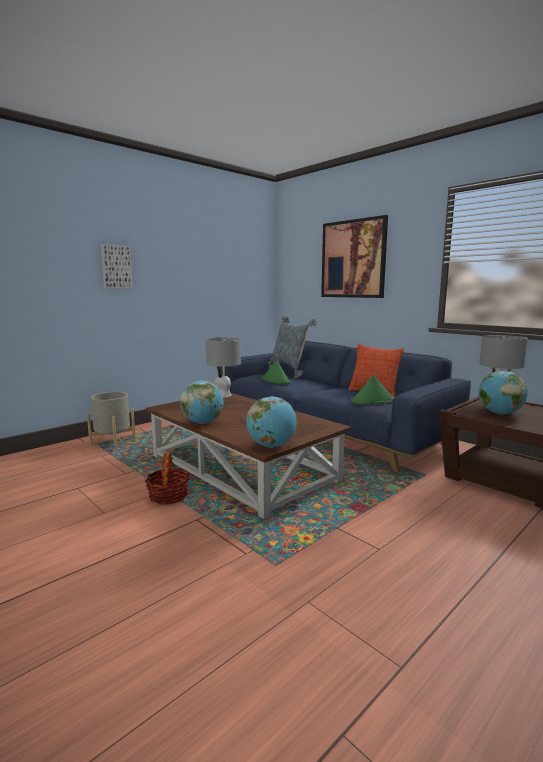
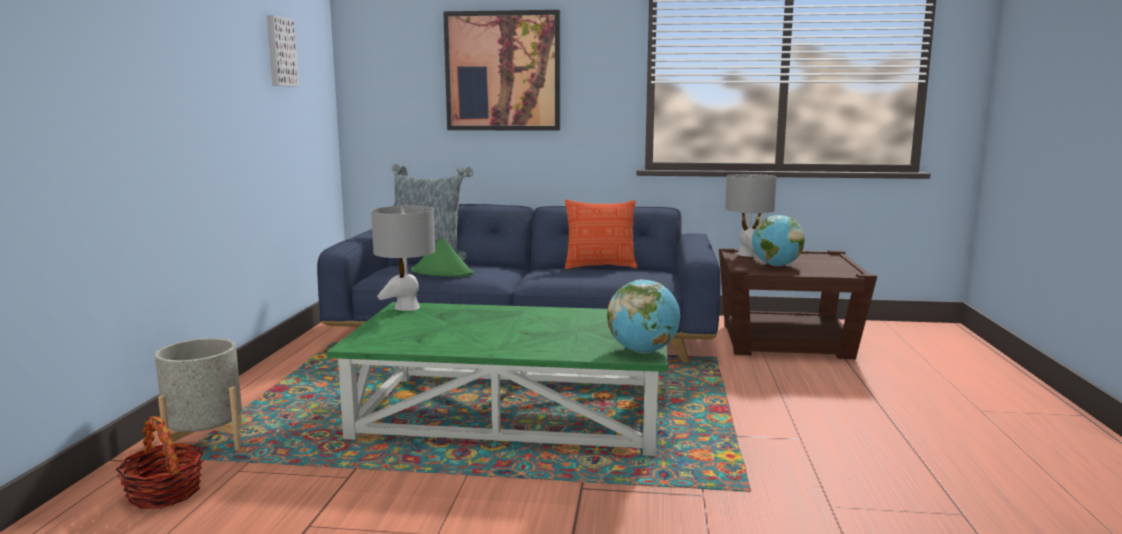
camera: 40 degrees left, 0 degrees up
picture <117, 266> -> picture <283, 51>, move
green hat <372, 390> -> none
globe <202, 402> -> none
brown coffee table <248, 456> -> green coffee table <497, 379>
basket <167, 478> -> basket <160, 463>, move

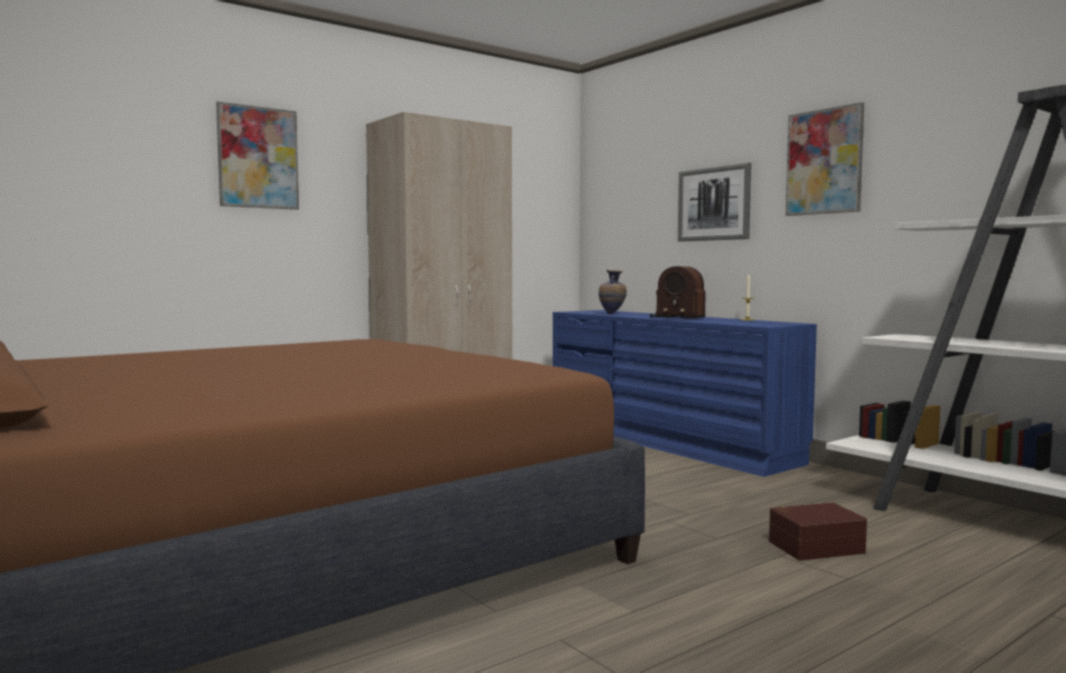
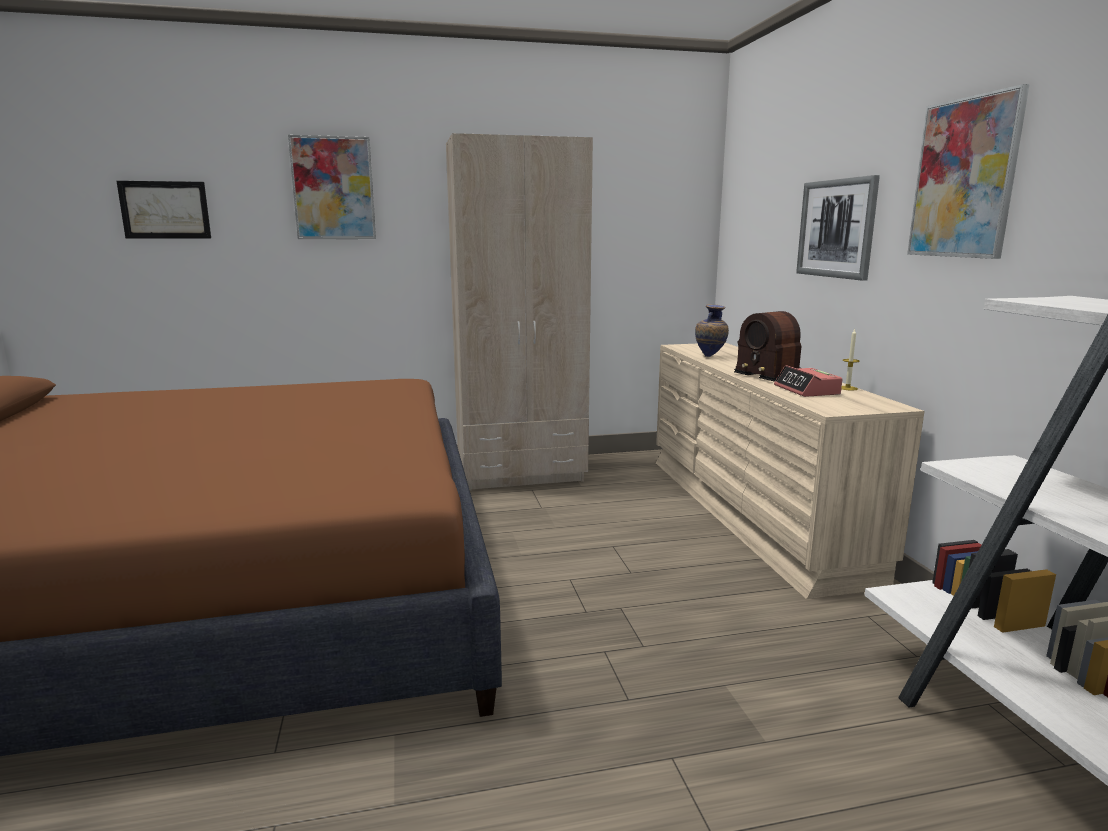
camera: 25 degrees right, 10 degrees up
blue dresser <685, 393> -> beige dresser <790, 471>
brown storage box <818, 531> -> none
none -> picture <164, 210>
none -> alarm clock <808, 381>

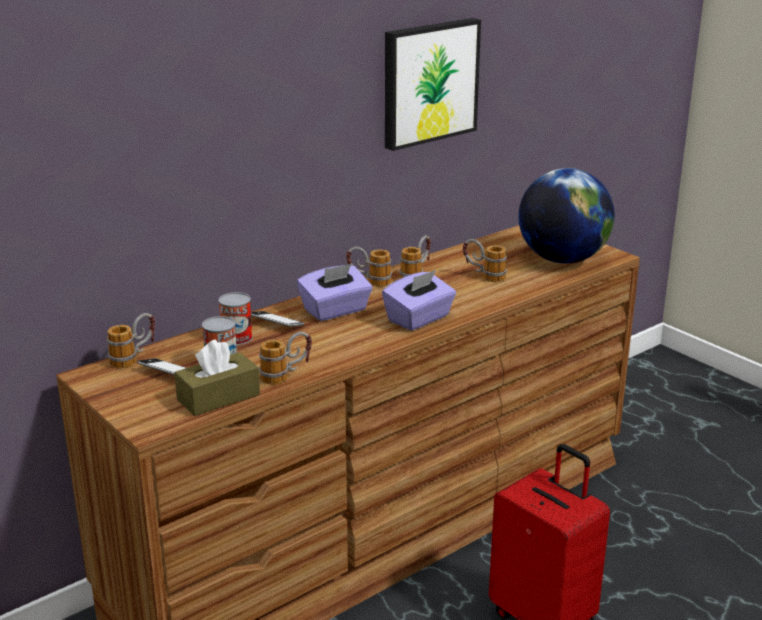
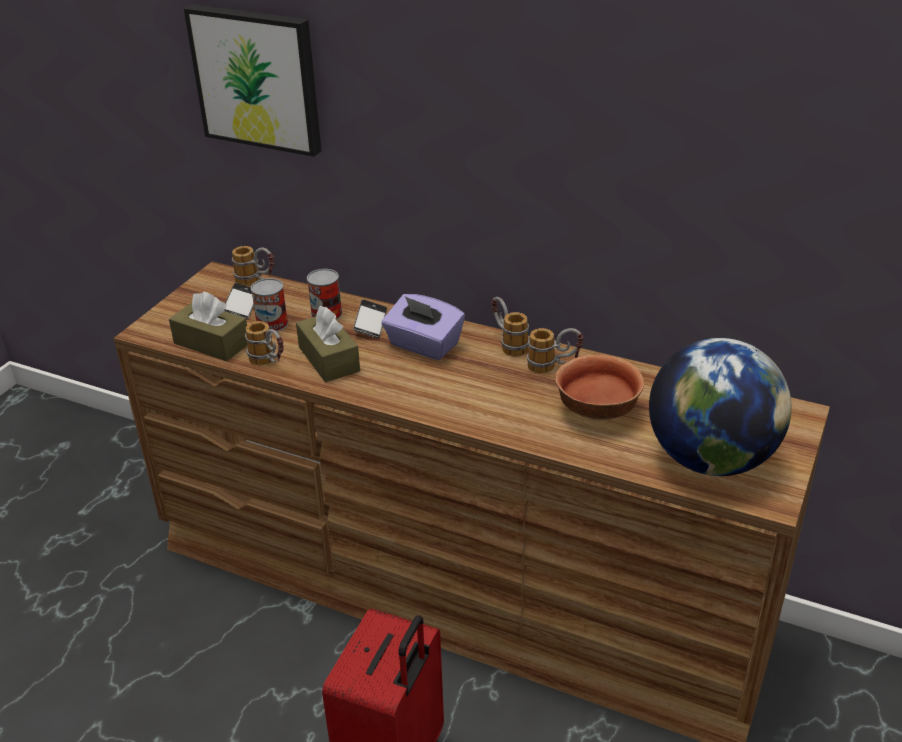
camera: 65 degrees right, 10 degrees up
picture <433, 84> -> picture <253, 80>, move
mug <485, 260> -> bowl <600, 388>
purple tissue box <419, 300> -> none
none -> brown tissue box <328, 344>

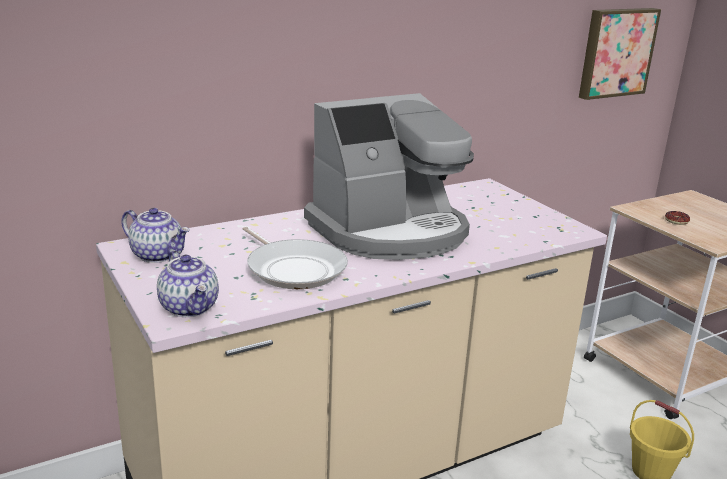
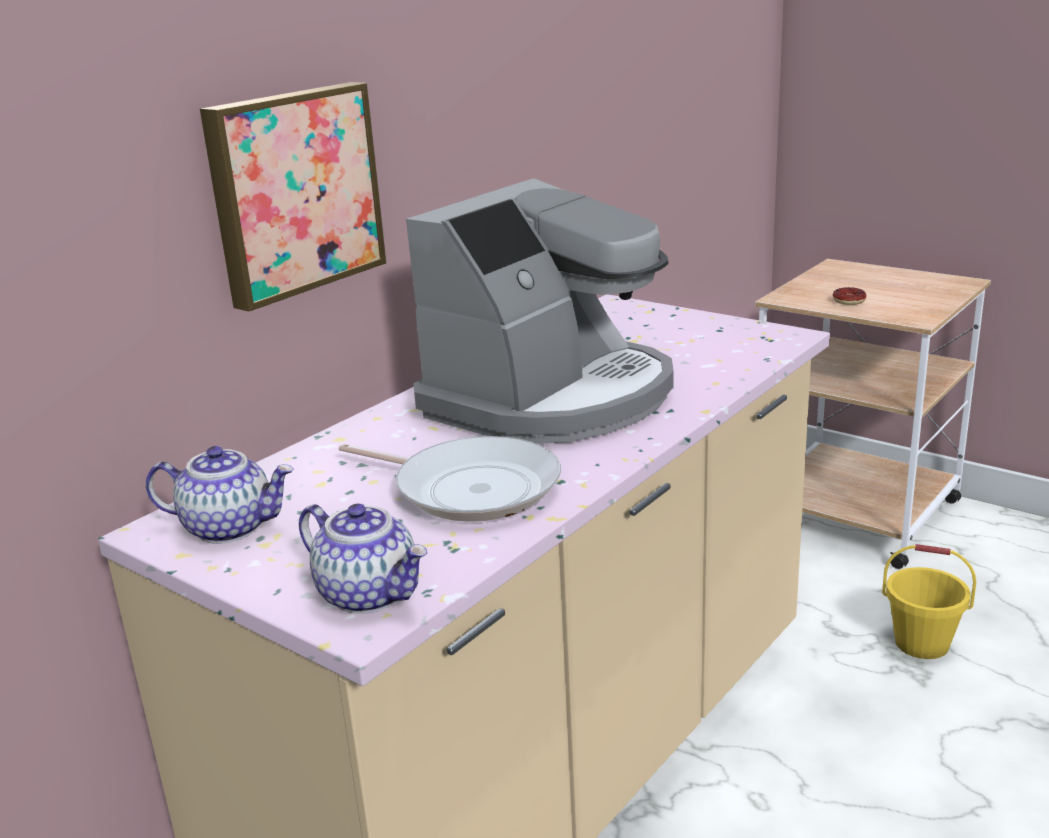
camera: 20 degrees left, 0 degrees up
picture <620, 54> -> picture <293, 197>, move

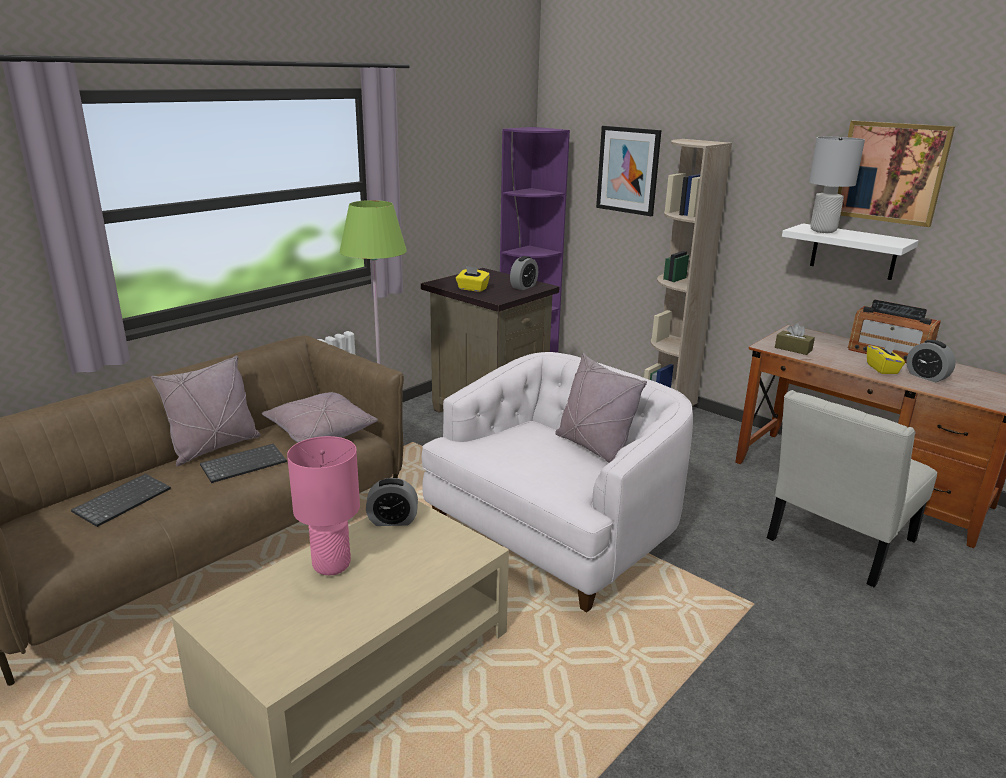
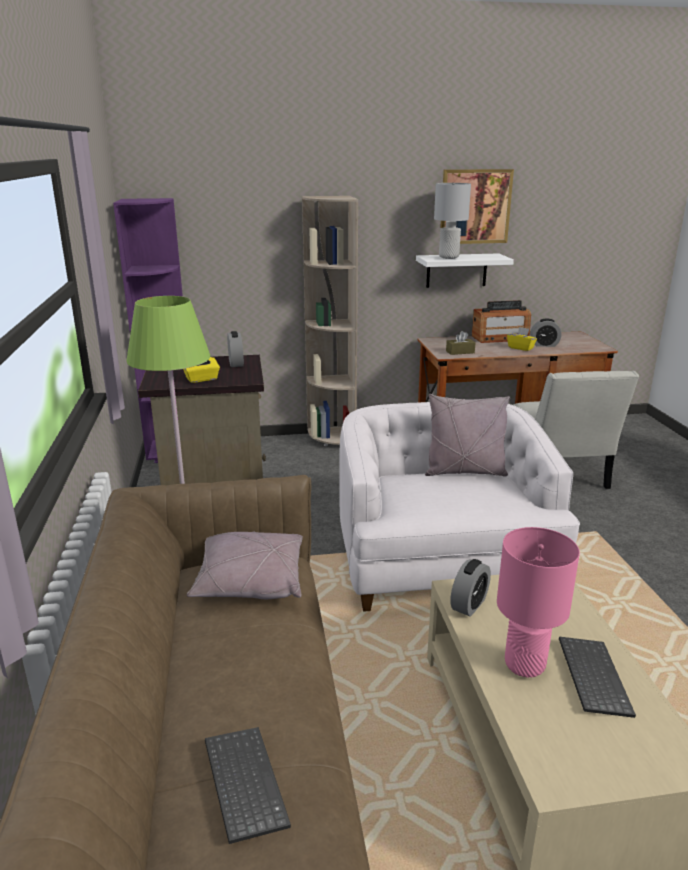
camera: 50 degrees left, 0 degrees up
picture <628, 171> -> none
purple pillow <205, 411> -> none
keyboard <243, 463> -> keyboard <597, 677>, move

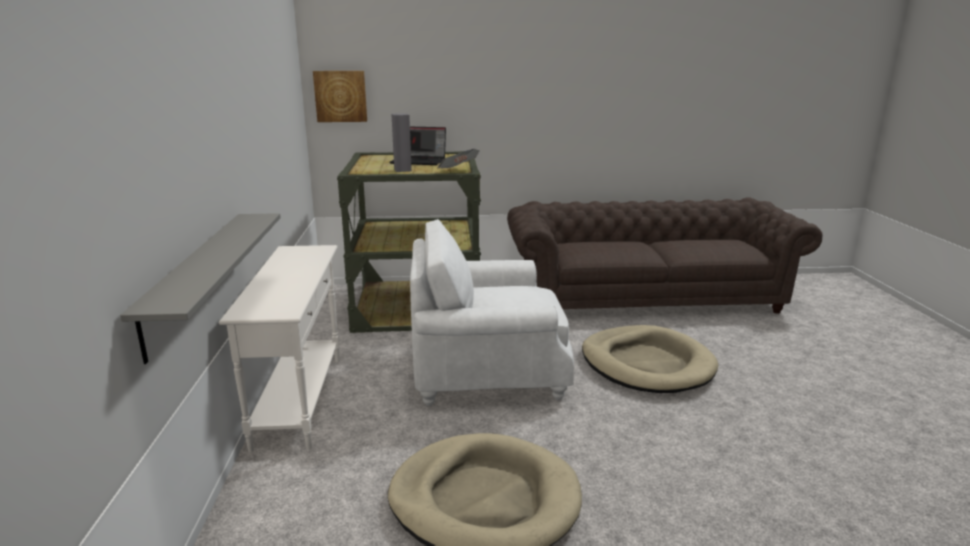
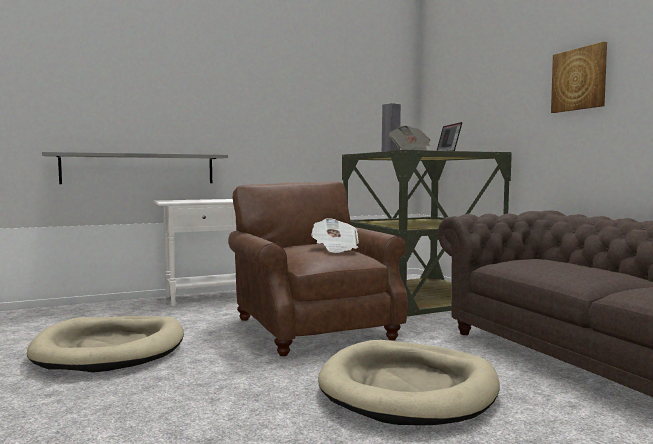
camera: 70 degrees right, 15 degrees down
picture <340, 96> -> picture <579, 77>, move
white armchair <492, 312> -> brown armchair <318, 269>
none -> newspaper <335, 235>

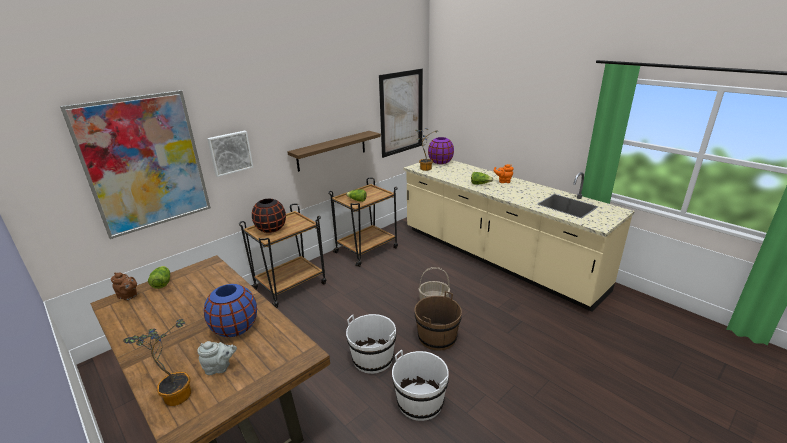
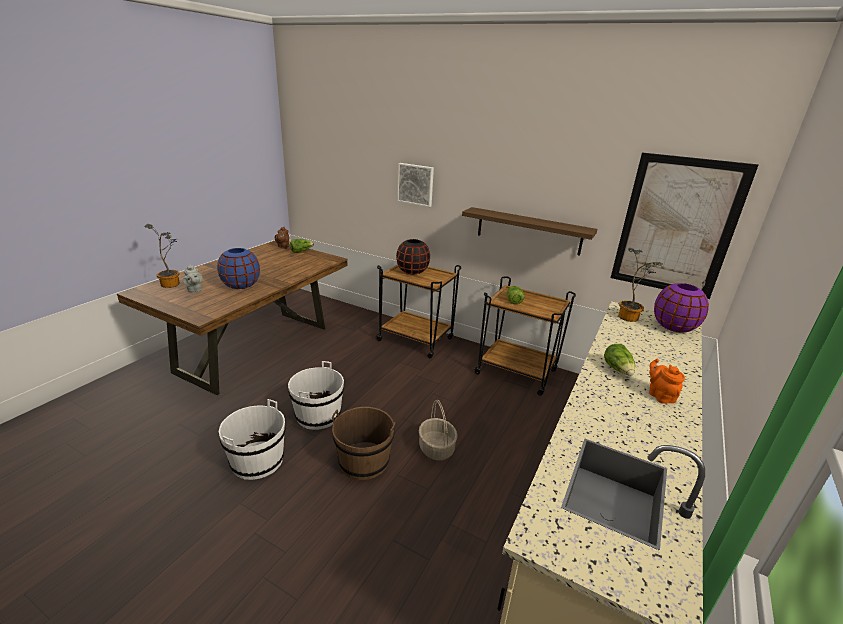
camera: 70 degrees right, 0 degrees up
picture <135, 164> -> none

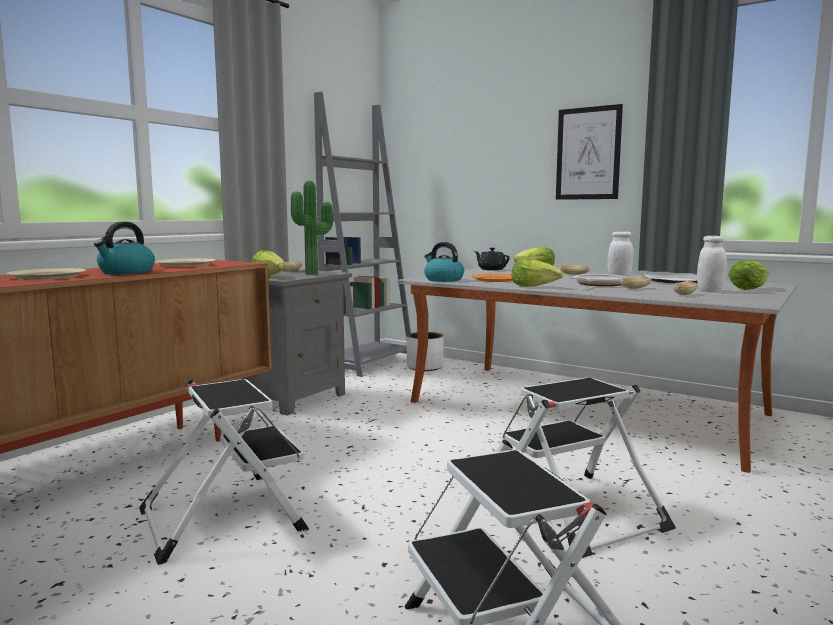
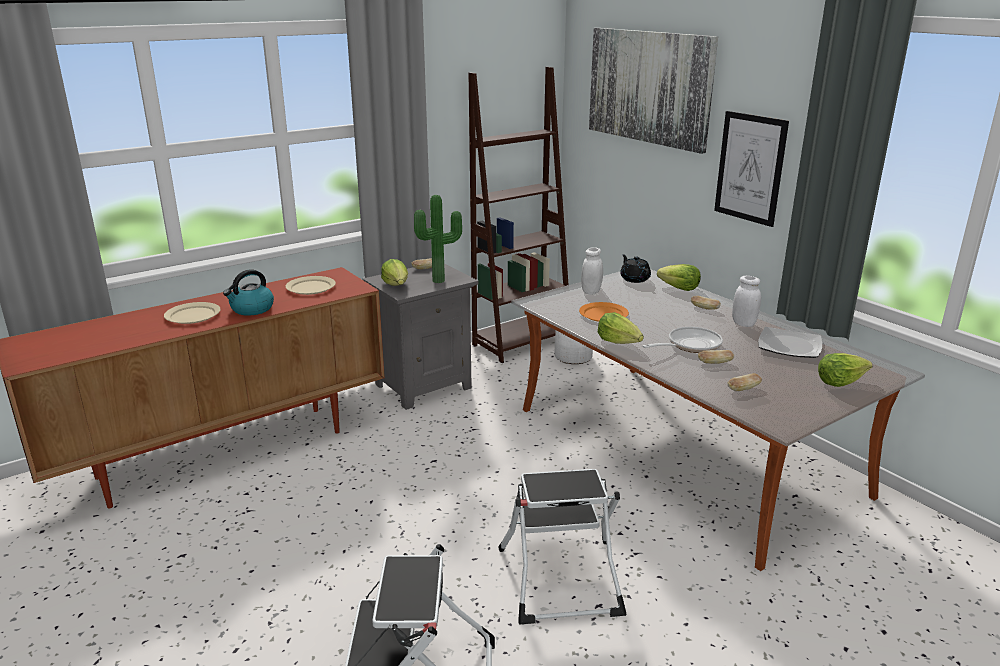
camera: 20 degrees right, 15 degrees up
grey bookcase <362, 234> -> brown bookcase <519, 215>
white jar <712, 264> -> white jar <592, 271>, move
kettle <444, 262> -> none
step ladder <224, 472> -> none
none -> picture <653, 91>

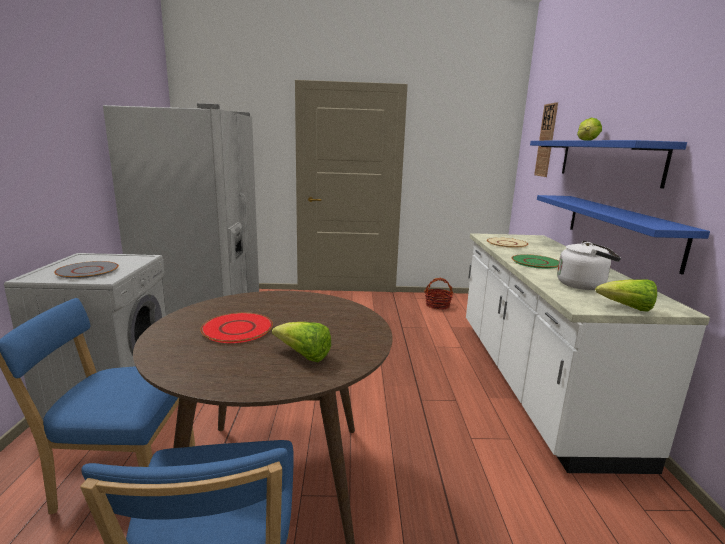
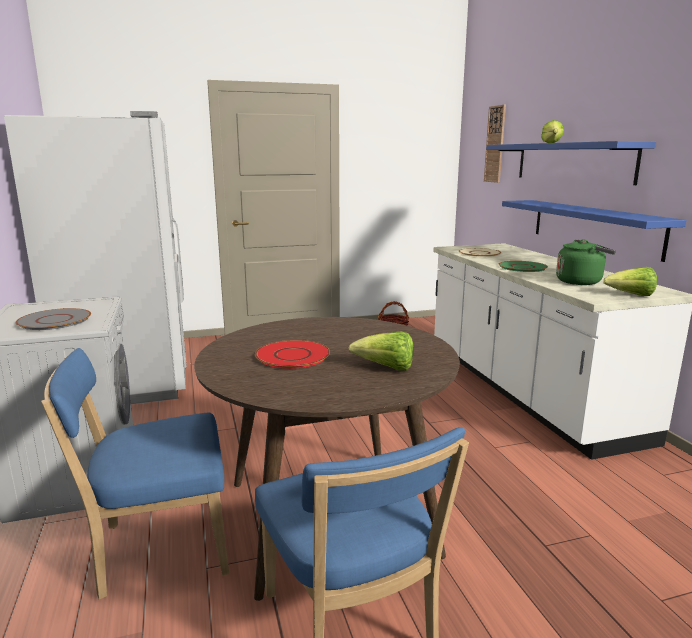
camera: 15 degrees left, 0 degrees up
white kettle <589, 265> -> green kettle <586, 262>

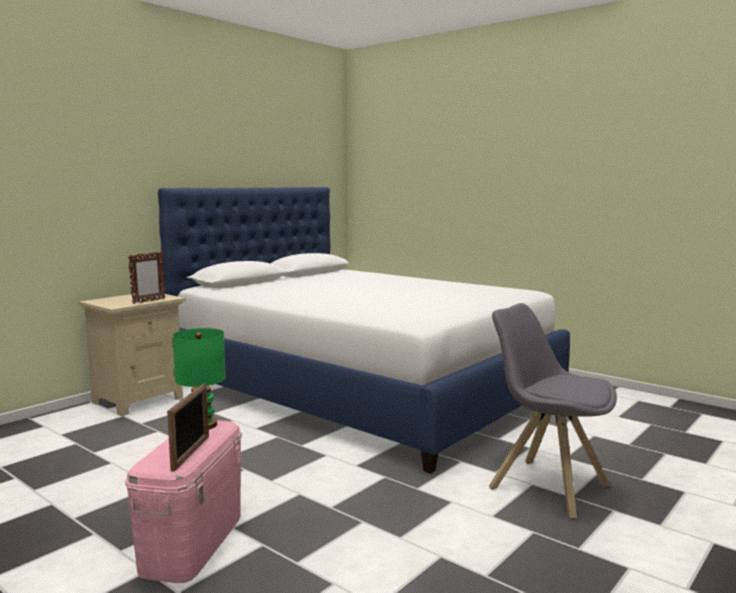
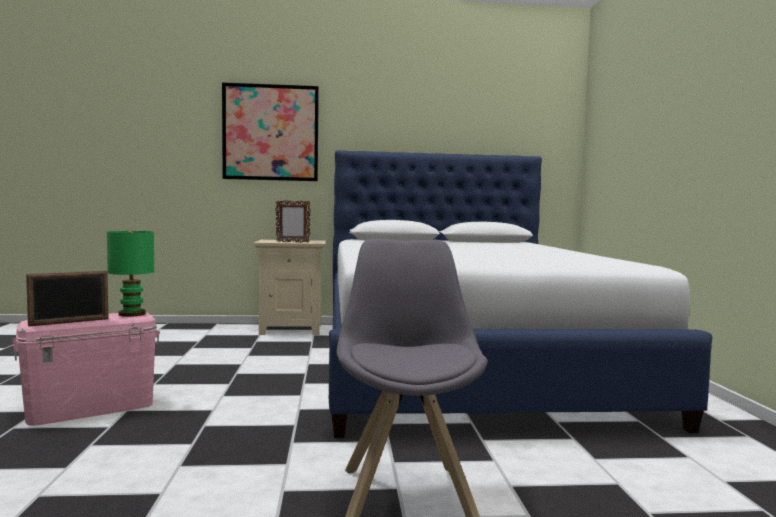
camera: 45 degrees right, 5 degrees down
none -> picture <270, 131>

